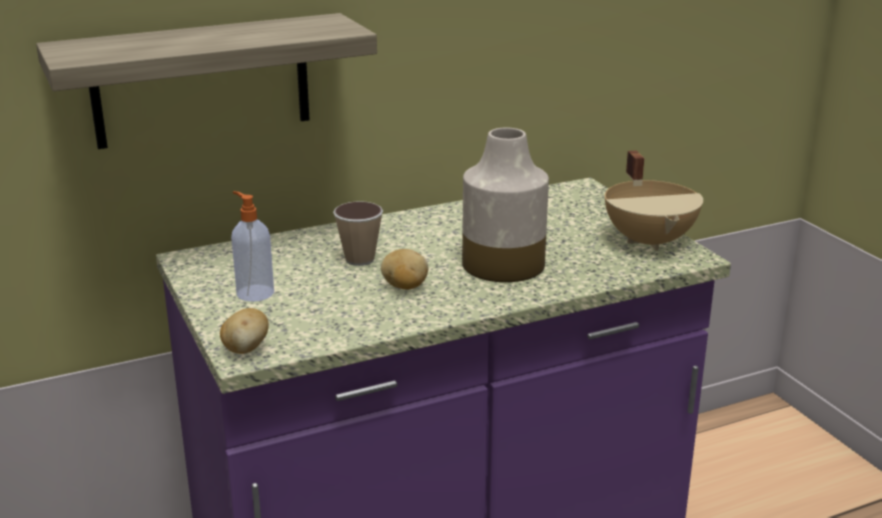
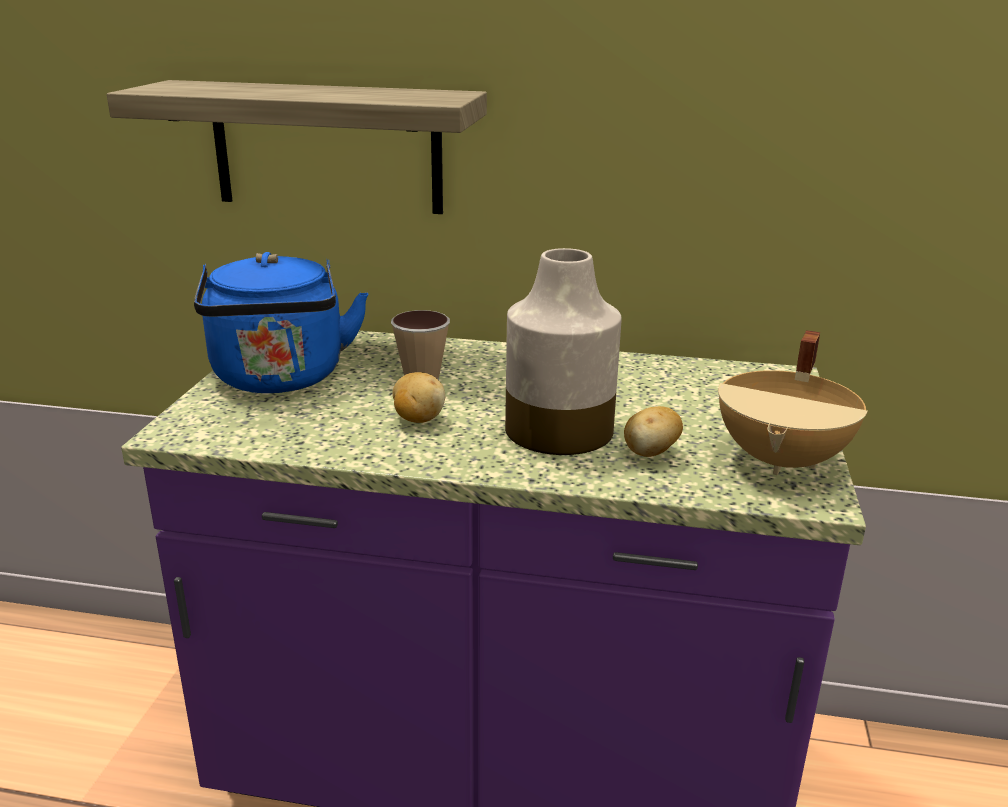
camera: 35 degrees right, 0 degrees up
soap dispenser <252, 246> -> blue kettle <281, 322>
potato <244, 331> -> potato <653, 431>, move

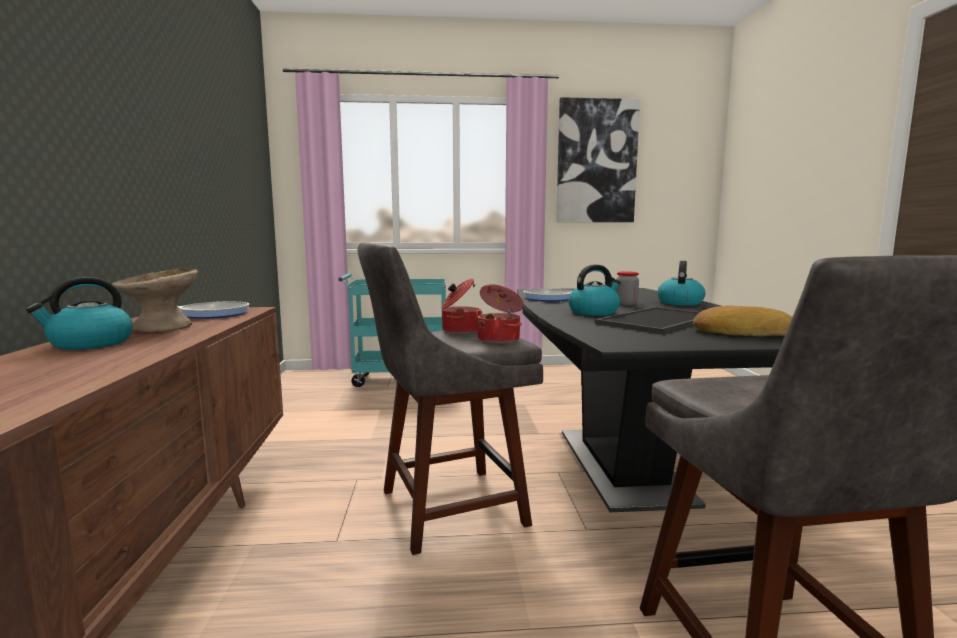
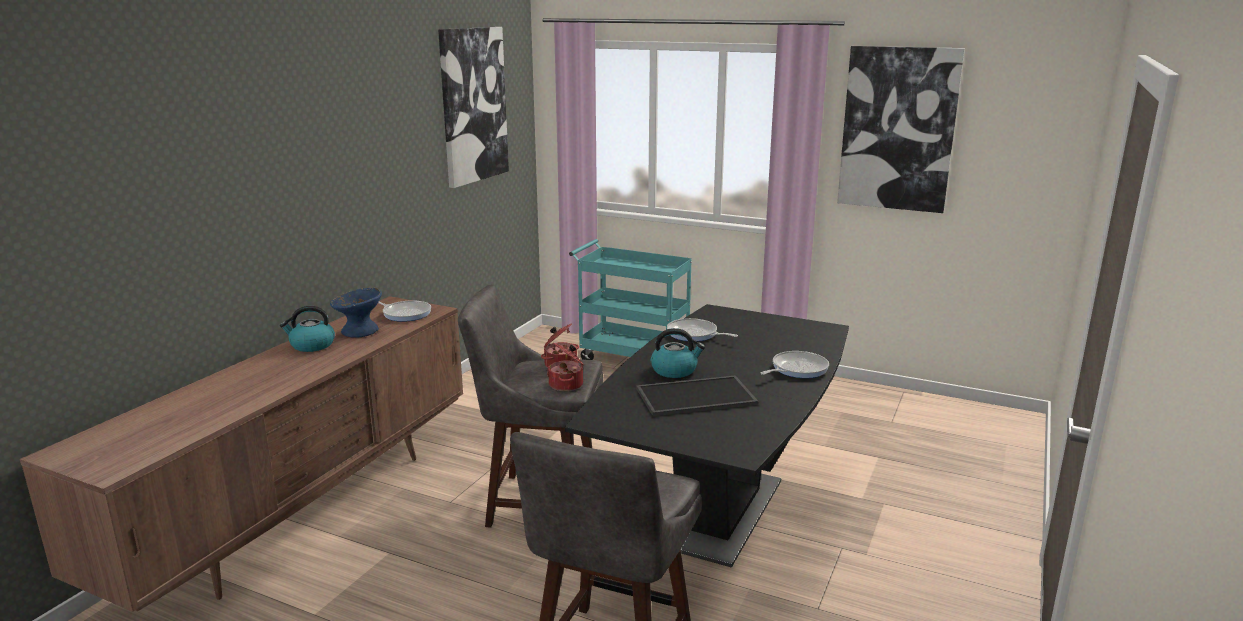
camera: 30 degrees right, 10 degrees up
kettle <682, 283> -> frying pan <795, 364>
beige bowl <155, 300> -> blue bowl <356, 313>
jar <627, 288> -> none
bread <742, 321> -> none
none -> picture <473, 107>

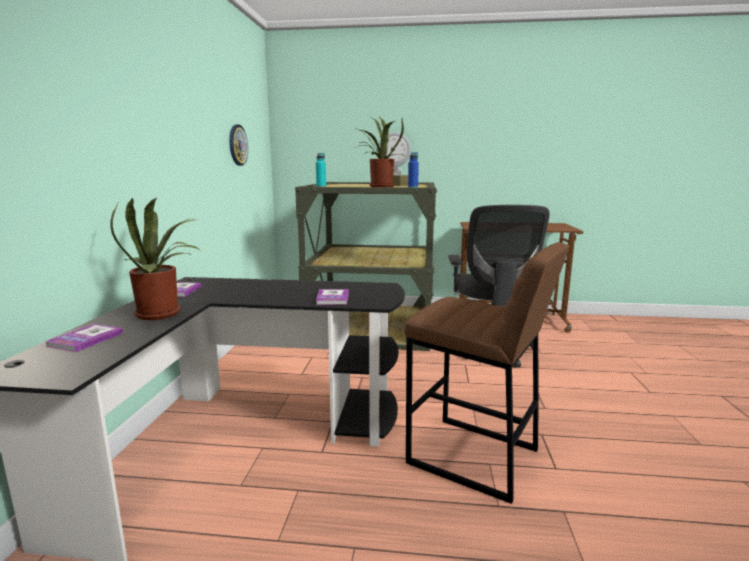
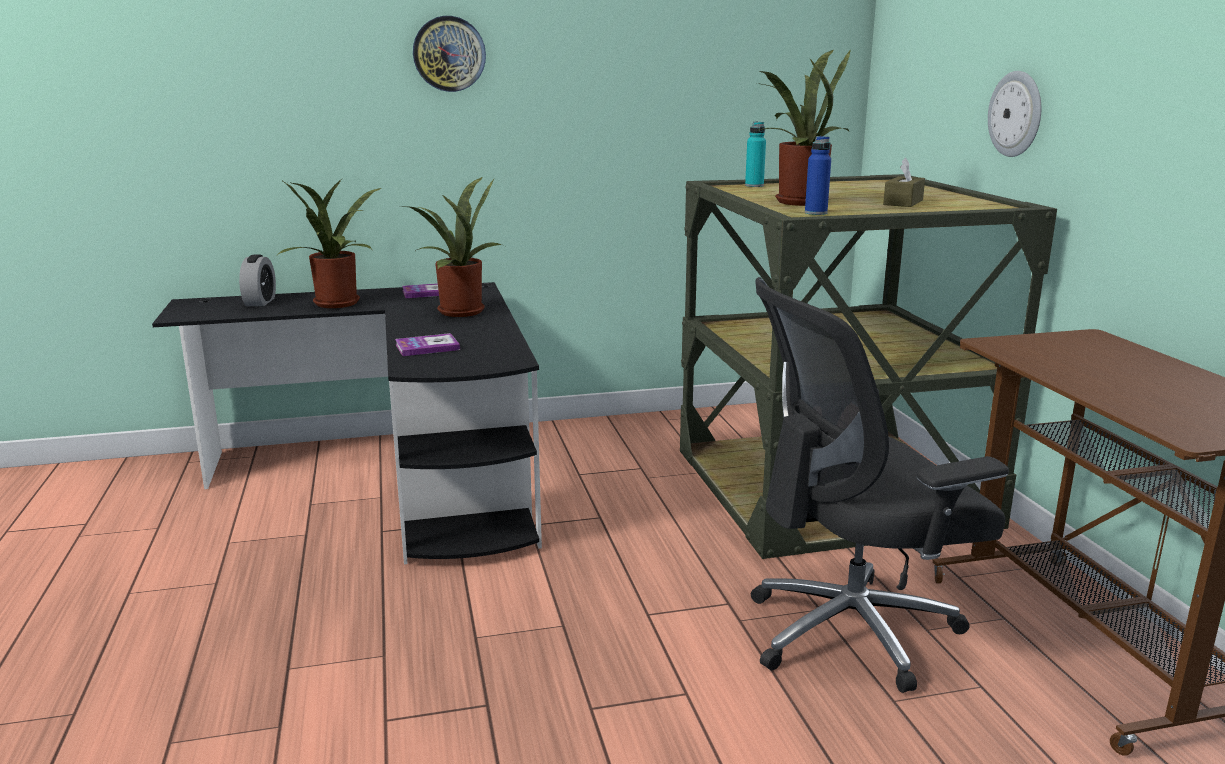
camera: 70 degrees right, 5 degrees up
wall clock <238, 145> -> wall clock <449, 54>, move
brown stool <487, 373> -> none
book <83, 338> -> alarm clock <257, 280>
none -> potted plant <452, 247>

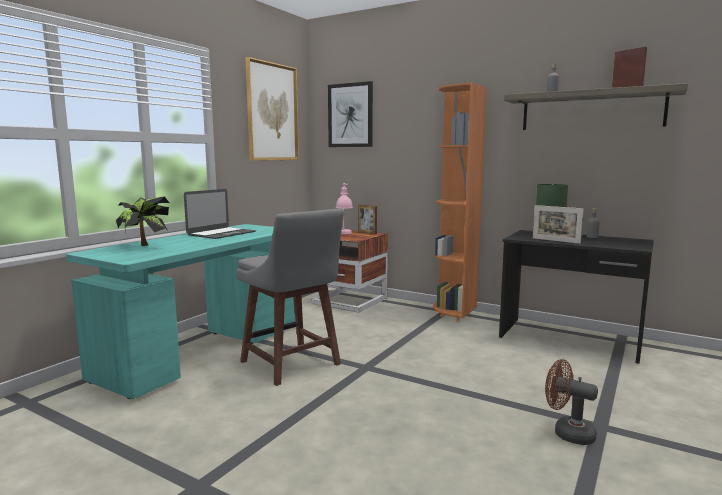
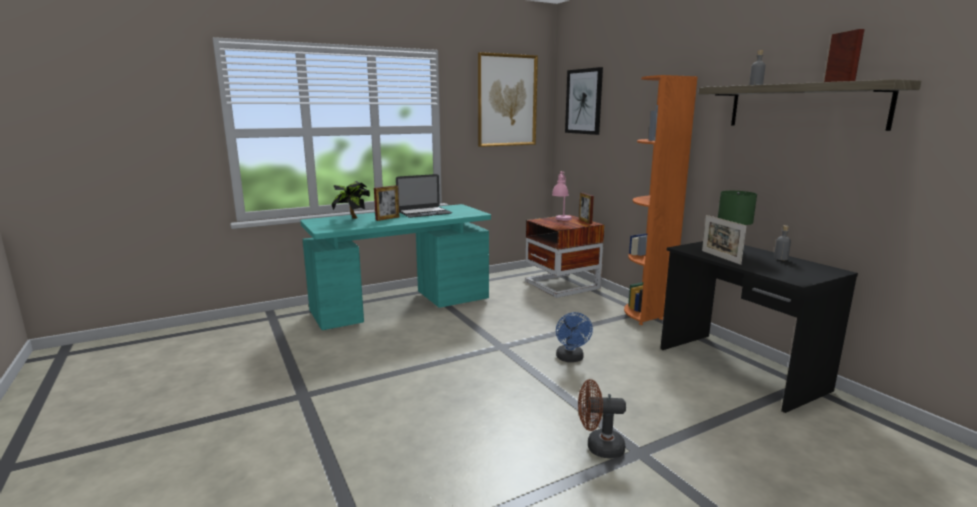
camera: 30 degrees right, 5 degrees up
grey stool <290, 297> -> none
brown fan <571, 402> -> brown fan <602, 418>, 60 degrees counterclockwise
none -> picture frame <386, 203>
none -> blue fan <574, 337>

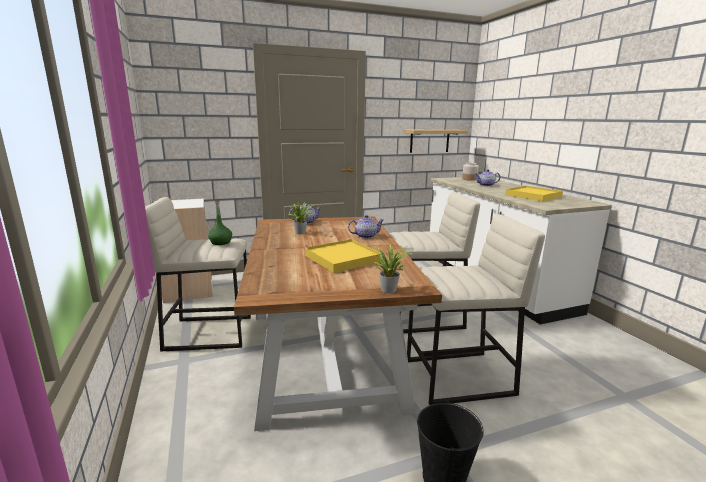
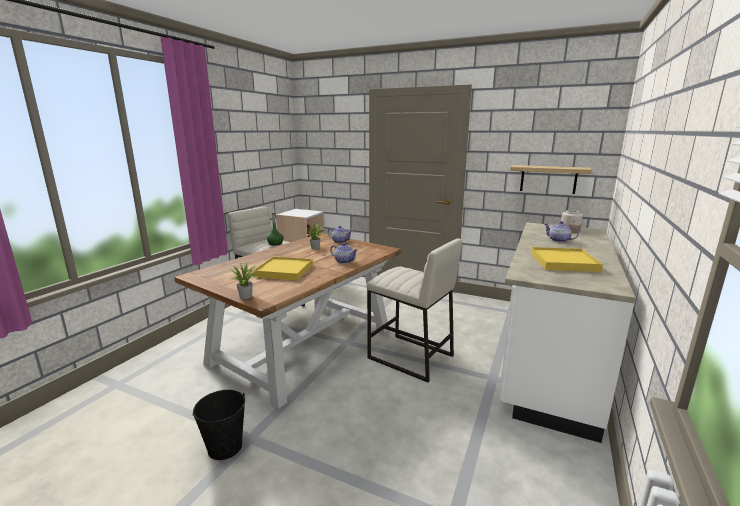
camera: 45 degrees right, 0 degrees up
beige stool <476, 310> -> none

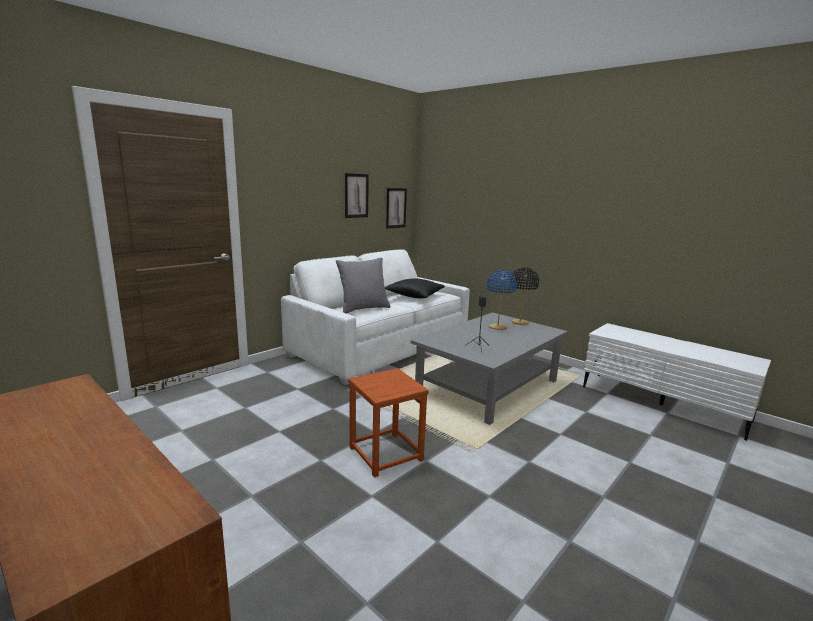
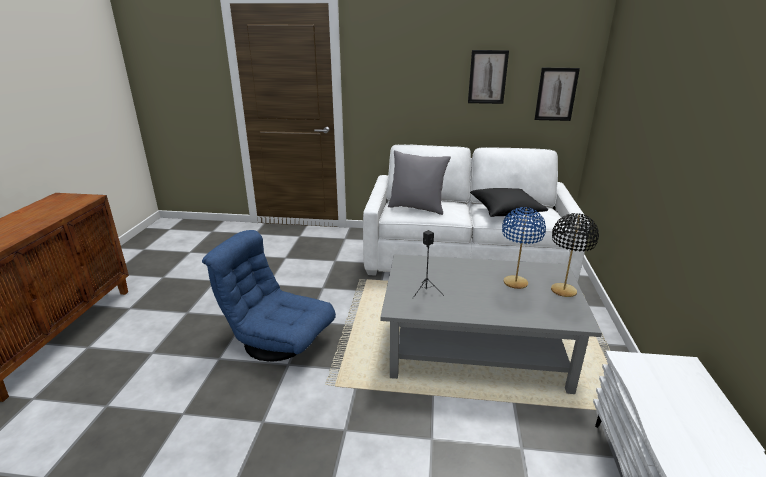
camera: 55 degrees right, 10 degrees up
brown stool <388, 423> -> blue armchair <269, 295>

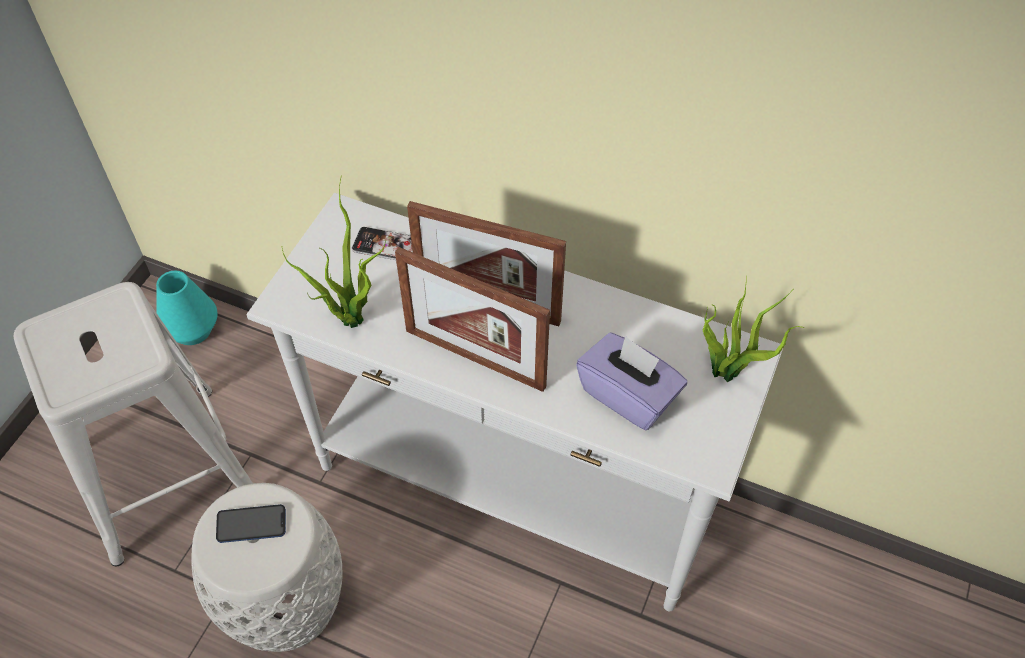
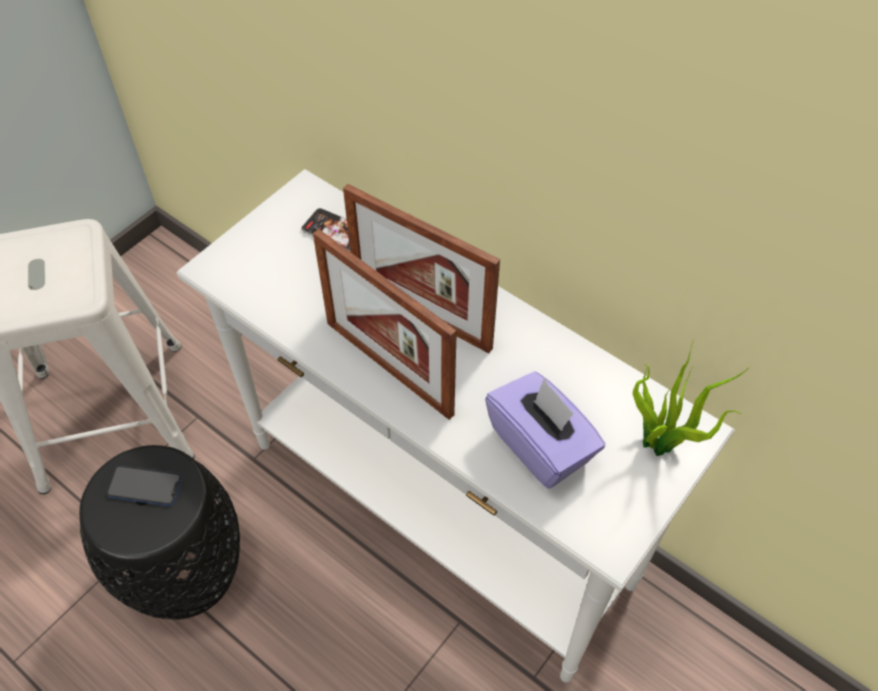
camera: 15 degrees right, 0 degrees up
potted plant <334, 251> -> none
turquoise vase <187, 308> -> none
white stool <267, 567> -> black stool <159, 532>

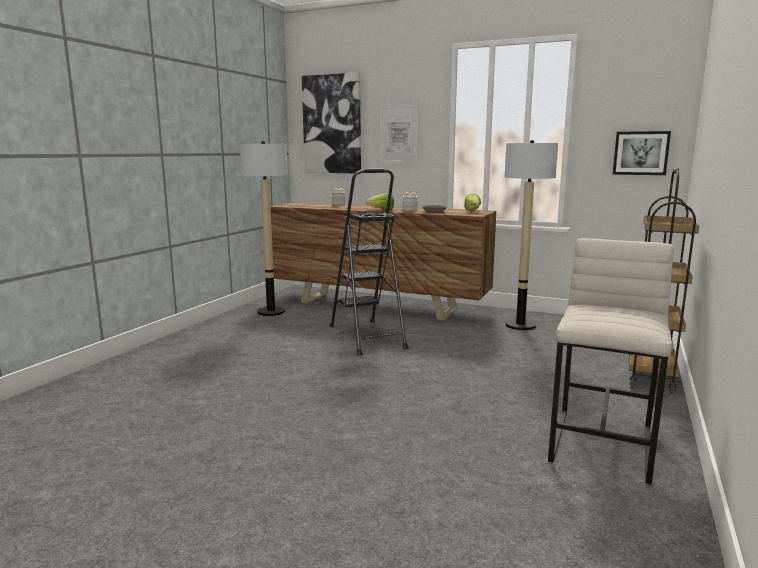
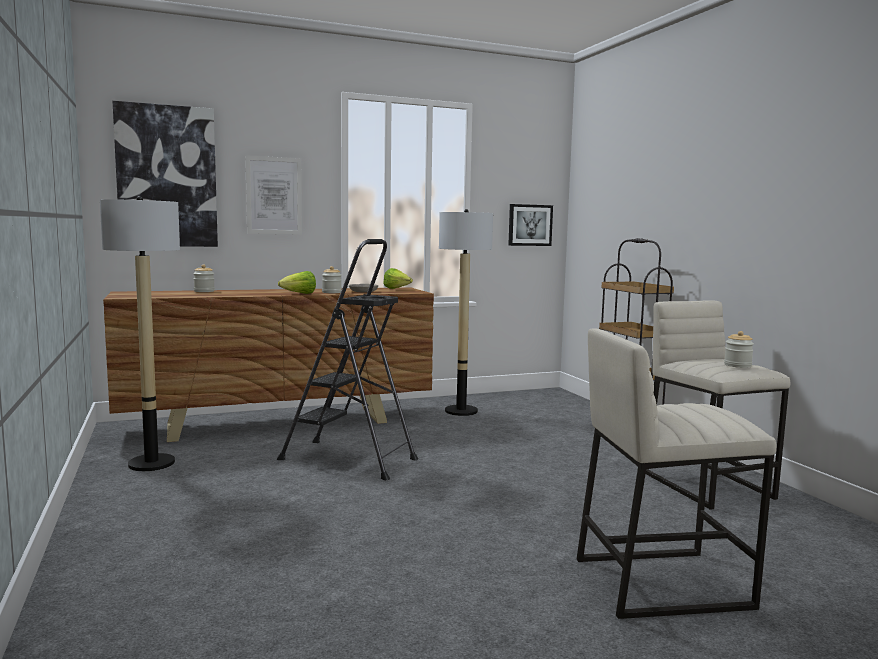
camera: 45 degrees left, 5 degrees down
none -> beige stool <677, 473>
none -> jar <739, 349>

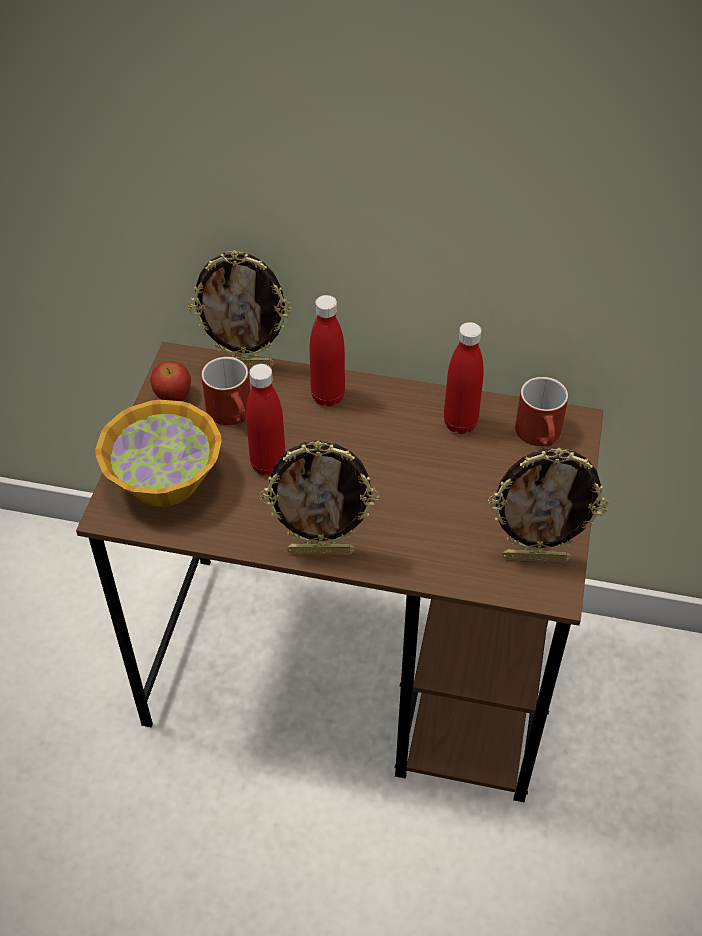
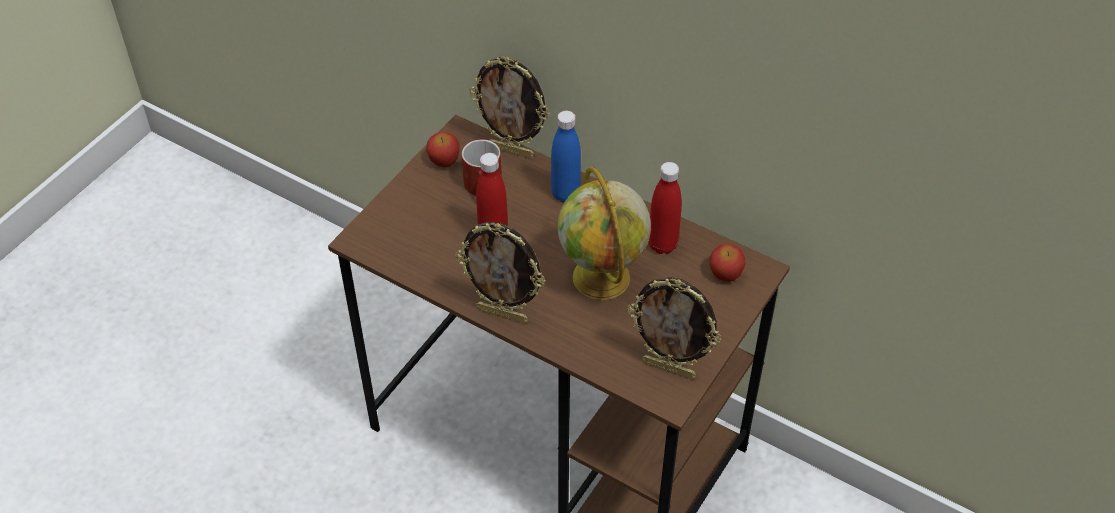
camera: 20 degrees right, 0 degrees up
red bottle <327, 351> -> blue bottle <566, 156>
red mug <541, 412> -> apple <727, 263>
bowl <158, 453> -> none
none -> globe <604, 233>

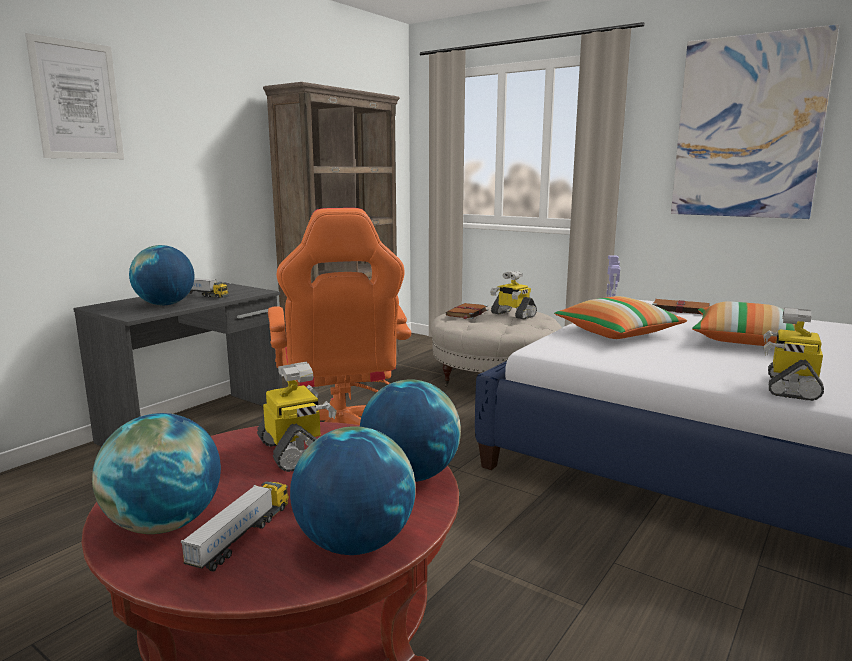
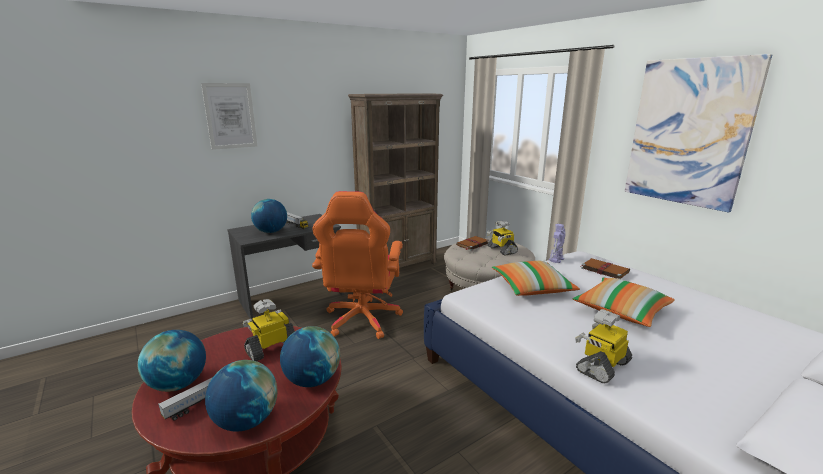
camera: 20 degrees right, 5 degrees up
toy robot <297, 417> -> toy robot <269, 330>, 120 degrees counterclockwise

